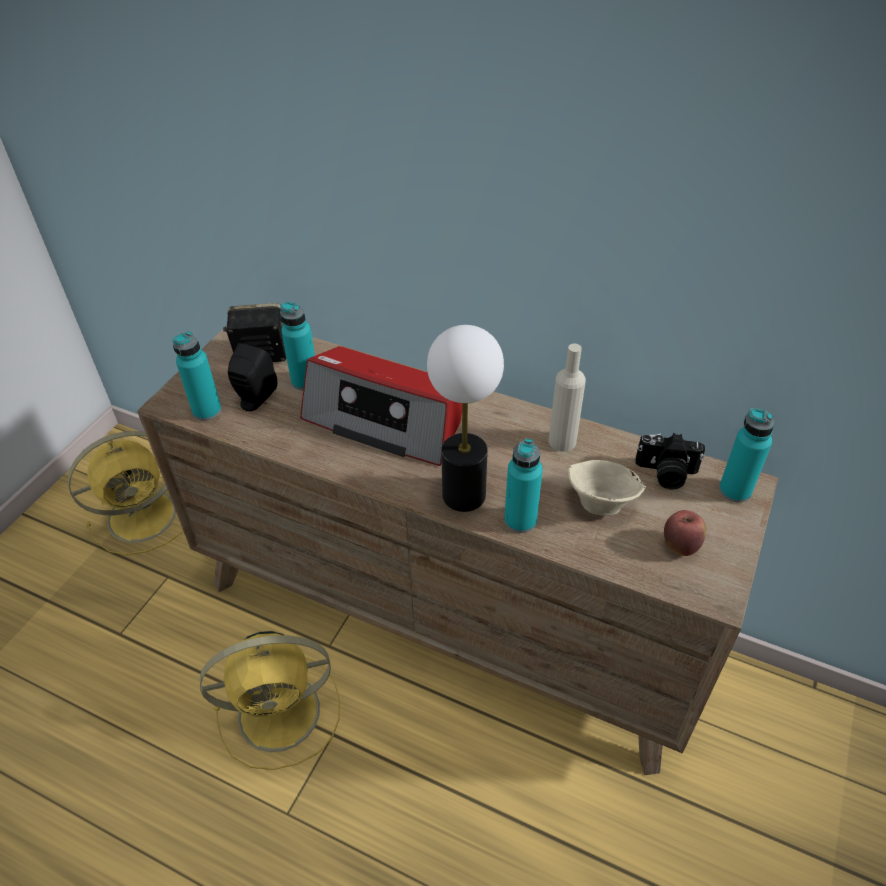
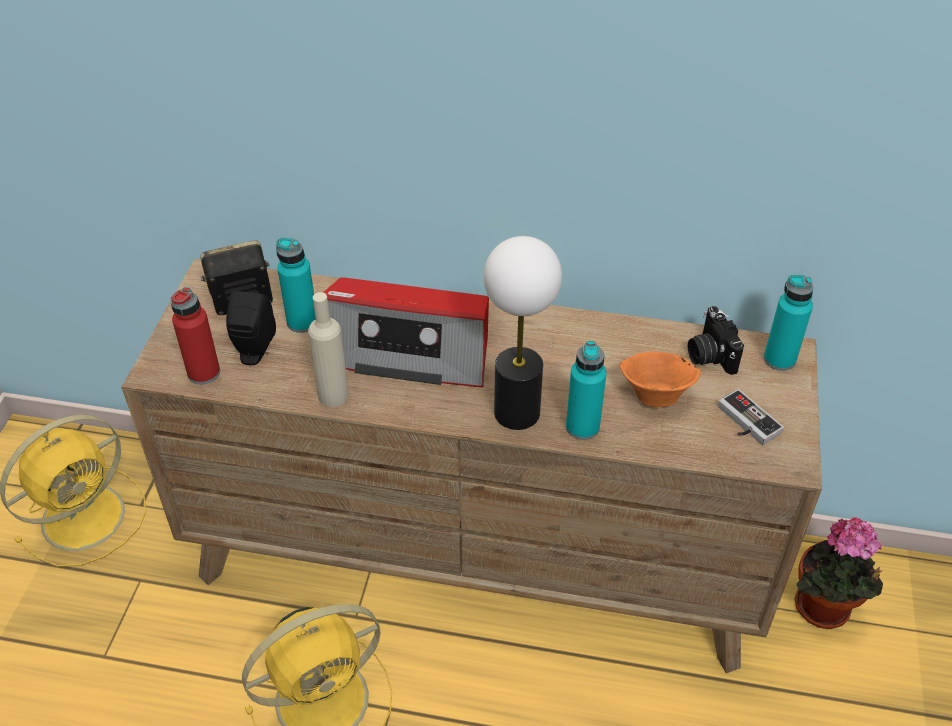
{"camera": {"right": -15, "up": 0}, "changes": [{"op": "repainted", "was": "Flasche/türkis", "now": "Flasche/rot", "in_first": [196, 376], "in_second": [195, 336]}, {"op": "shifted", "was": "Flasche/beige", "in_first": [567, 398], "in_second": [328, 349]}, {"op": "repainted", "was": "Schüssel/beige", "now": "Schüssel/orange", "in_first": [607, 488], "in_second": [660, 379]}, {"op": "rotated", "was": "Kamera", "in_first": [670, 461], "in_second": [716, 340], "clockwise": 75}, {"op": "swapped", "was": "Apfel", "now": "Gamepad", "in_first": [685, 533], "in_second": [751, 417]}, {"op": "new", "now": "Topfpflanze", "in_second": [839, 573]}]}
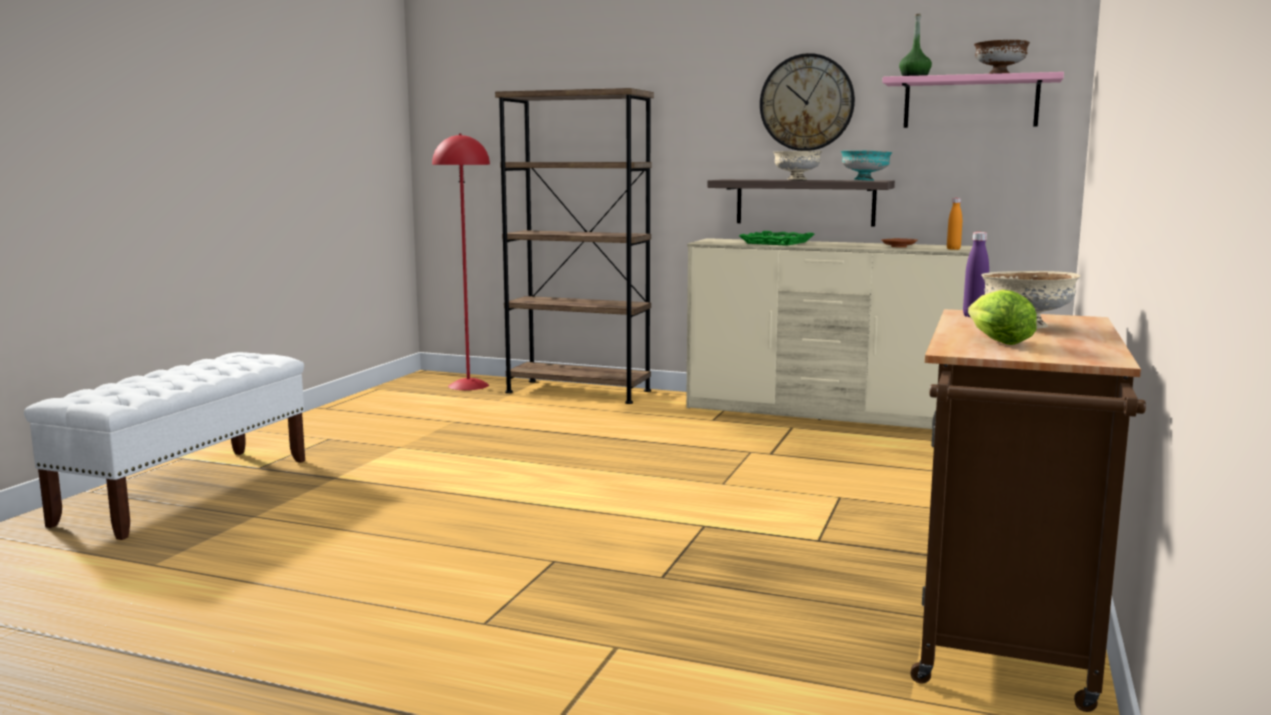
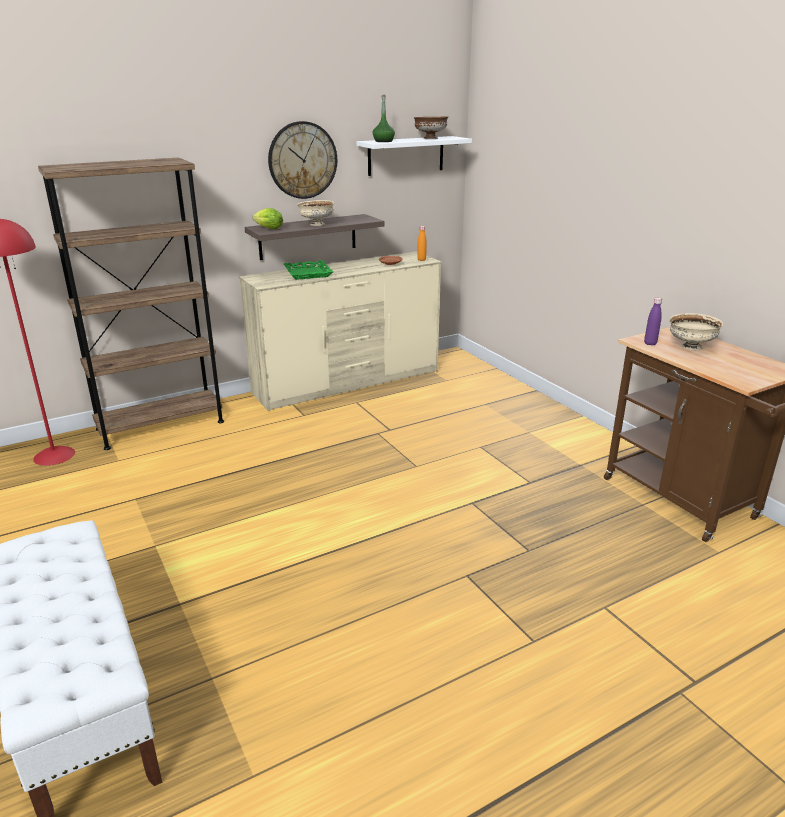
{"camera": {"right": -50, "up": 15}, "changes": [{"op": "gone", "was": "Schüssel/türkis", "in_first": [866, 166]}, {"op": "repainted", "was": "Wandregal/rosa", "now": "Wandregal/weiß", "in_first": [973, 100], "in_second": [414, 156]}, {"op": "shifted", "was": "Salatkopf", "in_first": [1002, 317], "in_second": [267, 218]}]}
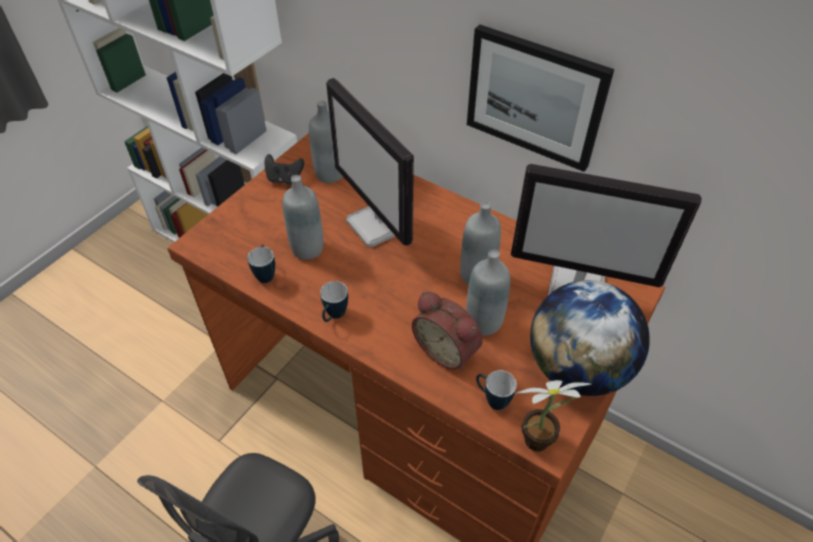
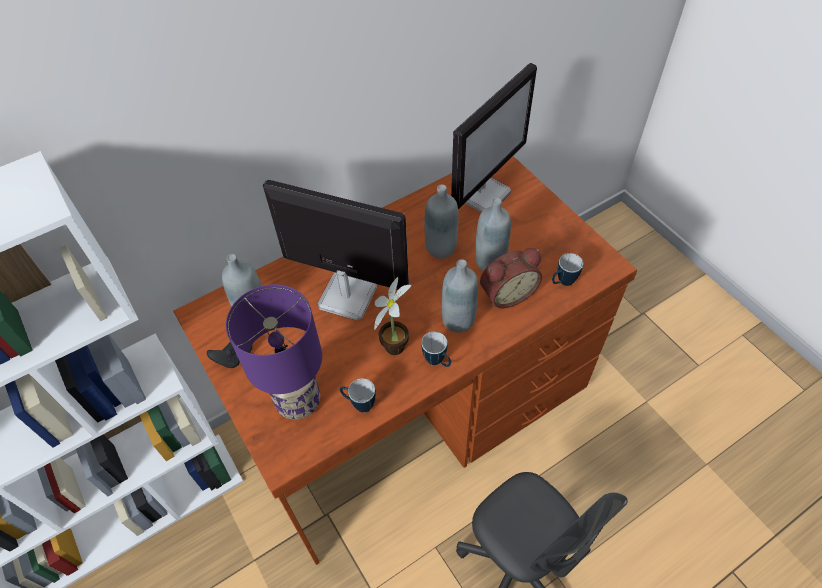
{"camera": {"right": -65, "up": 5}, "changes": [{"op": "shifted", "was": "Flasche/grau", "in_first": [303, 217], "in_second": [460, 296]}, {"op": "rotated", "was": "Monitor", "in_first": [370, 162], "in_second": [336, 250], "clockwise": -150}, {"op": "gone", "was": "Bild", "in_first": [540, 98]}, {"op": "shifted", "was": "Topfpflanze", "in_first": [553, 415], "in_second": [393, 316]}, {"op": "gone", "was": "Globus", "in_first": [590, 338]}, {"op": "new", "now": "Tischlampe/lila", "in_second": [274, 351]}]}
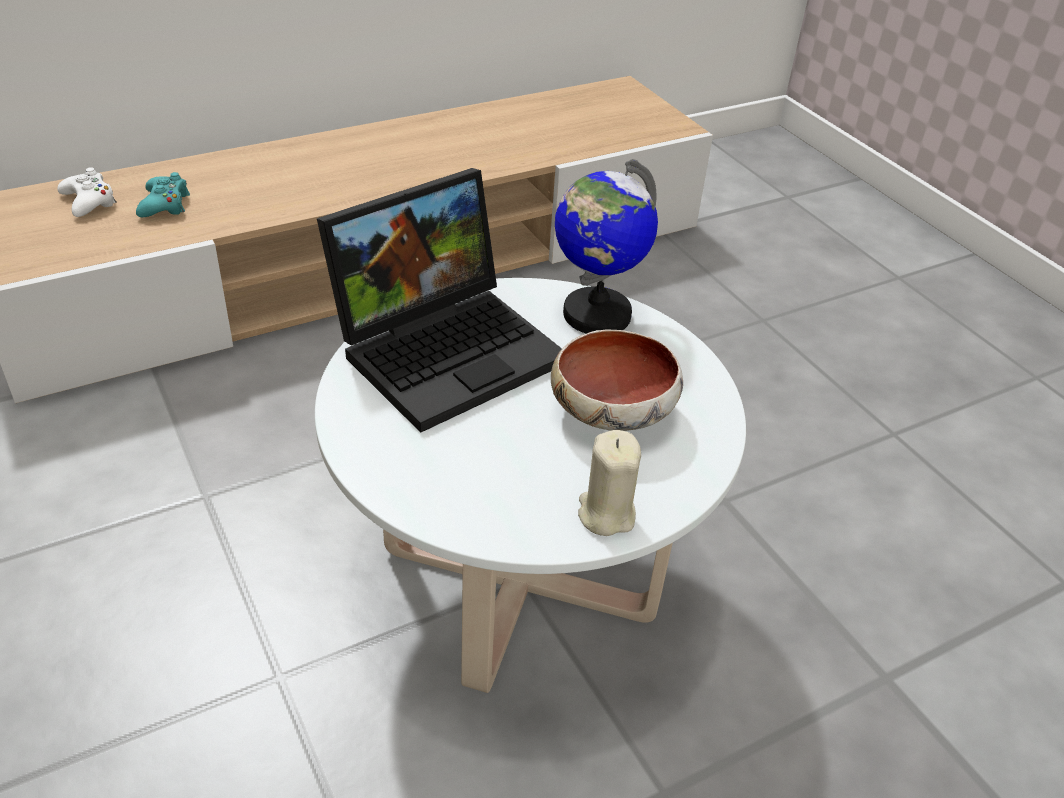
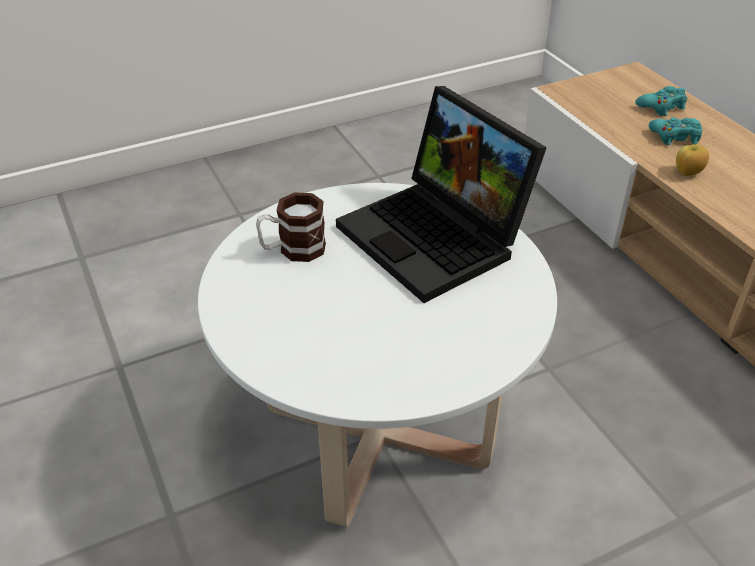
{"camera": {"right": 95, "up": 0}, "changes": [{"op": "repainted", "was": "Gamepad/weiß", "now": "Gamepad/türkis", "in_first": [87, 192], "in_second": [661, 101]}, {"op": "gone", "was": "Schüssel", "in_first": [617, 380]}, {"op": "gone", "was": "Globus", "in_first": [606, 246]}, {"op": "gone", "was": "Kerze/beige", "in_first": [609, 483]}, {"op": "new", "now": "Henkelbecher", "in_second": [291, 227]}, {"op": "new", "now": "Apfel", "in_second": [692, 160]}]}
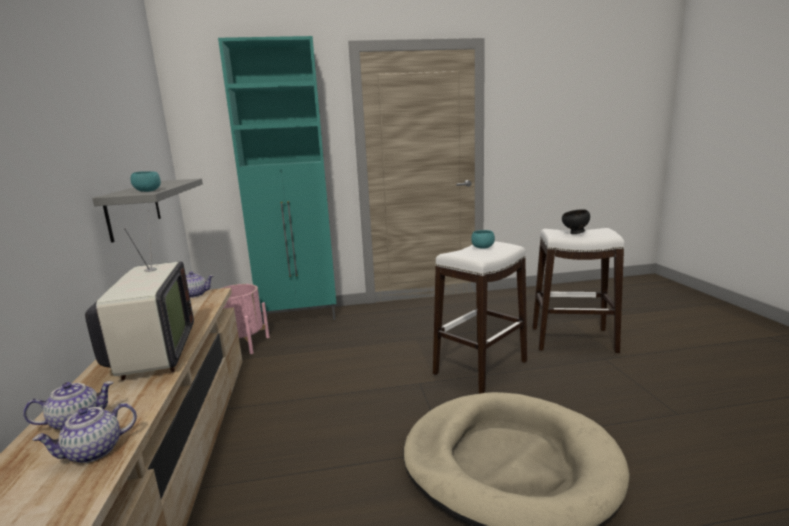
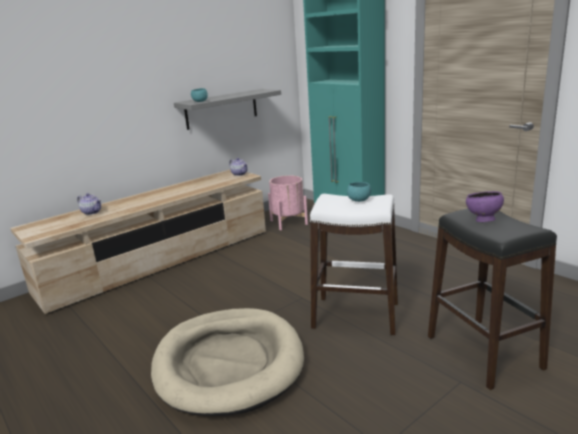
{"camera": {"right": 60, "up": 5}, "changes": [{"op": "gone", "was": "Teekanne", "in_first": [85, 433]}, {"op": "gone", "was": "Fernseher", "in_first": [139, 295]}, {"op": "repainted", "was": "Hocker/weiß", "now": "Hocker/schwarz", "in_first": [578, 290], "in_second": [492, 299]}, {"op": "repainted", "was": "Schüssel/schwarz", "now": "Schüssel/lila", "in_first": [576, 221], "in_second": [485, 206]}]}
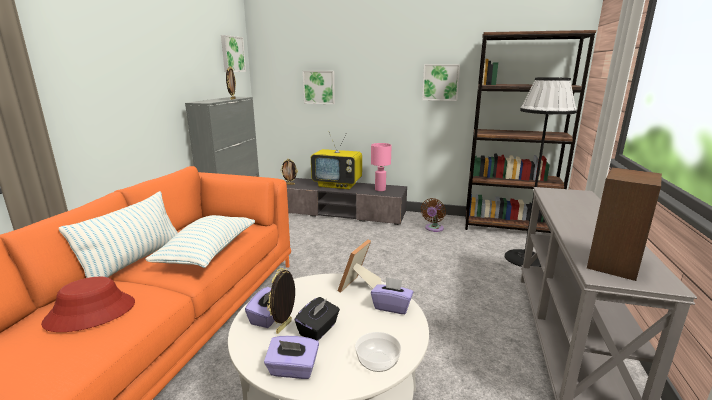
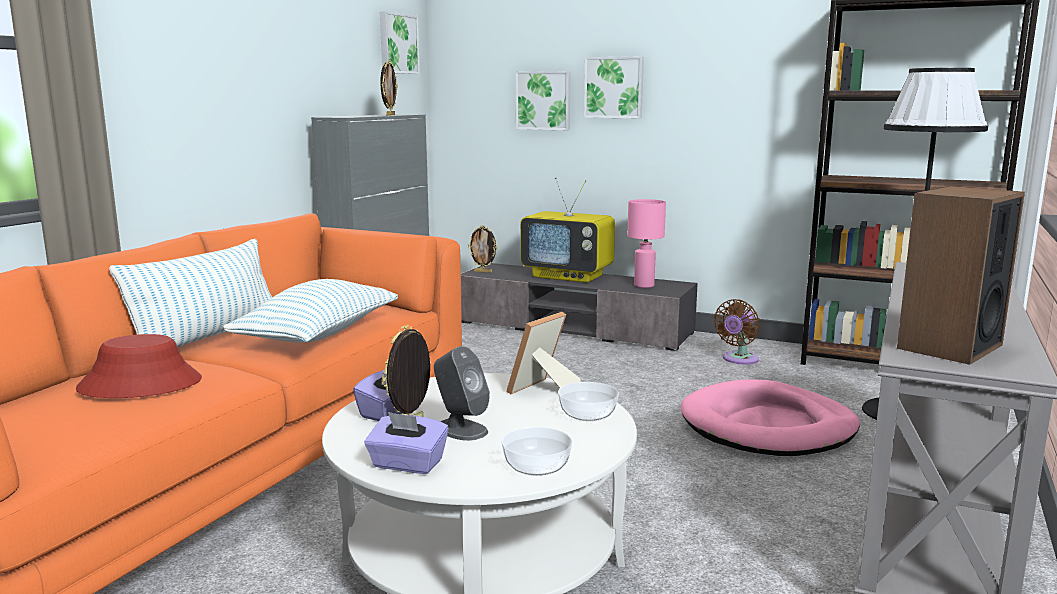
{"camera": {"right": 10, "up": -5}, "changes": [{"op": "swapped", "was": "Taschentuchbox/schwarz", "now": "Lautsprecher/grau", "in_first": [317, 319], "in_second": [462, 393]}, {"op": "swapped", "was": "Taschentuchbox/lila", "now": "Schüssel", "in_first": [392, 295], "in_second": [588, 401]}, {"op": "shifted", "was": "Bild", "in_first": [441, 82], "in_second": [614, 87]}, {"op": "new", "now": "Hundebett/rosa", "in_second": [770, 417]}]}
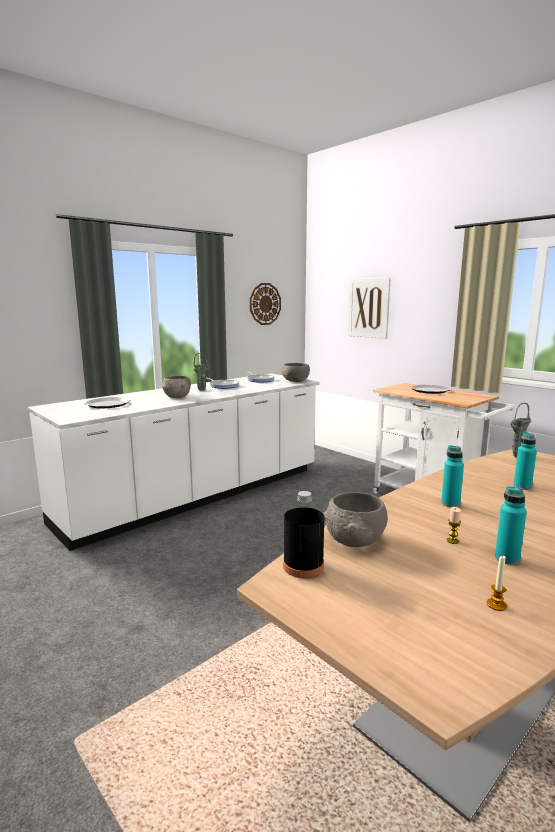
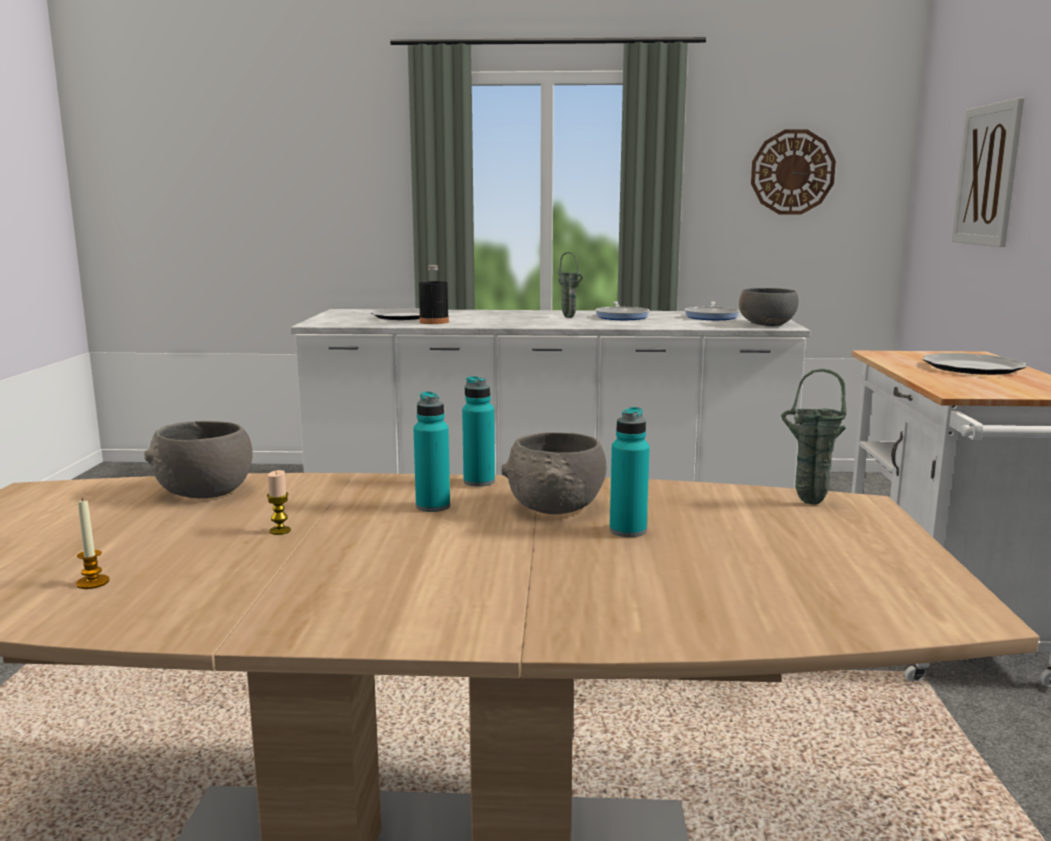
{"camera": {"right": 45, "up": 0}, "changes": [{"op": "shifted", "was": "Schüssel/grau", "in_first": [176, 387], "in_second": [554, 473]}, {"op": "shifted", "was": "Flasche/schwarz", "in_first": [303, 534], "in_second": [434, 294]}, {"op": "shifted", "was": "Flasche/türkis", "in_first": [511, 526], "in_second": [478, 431]}]}
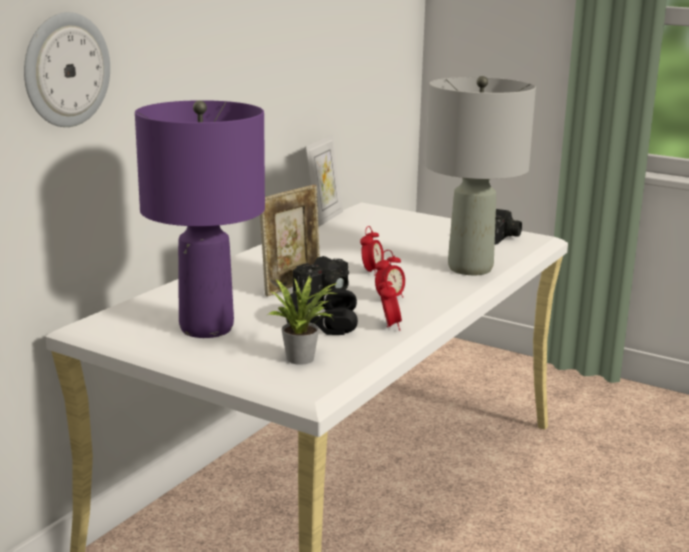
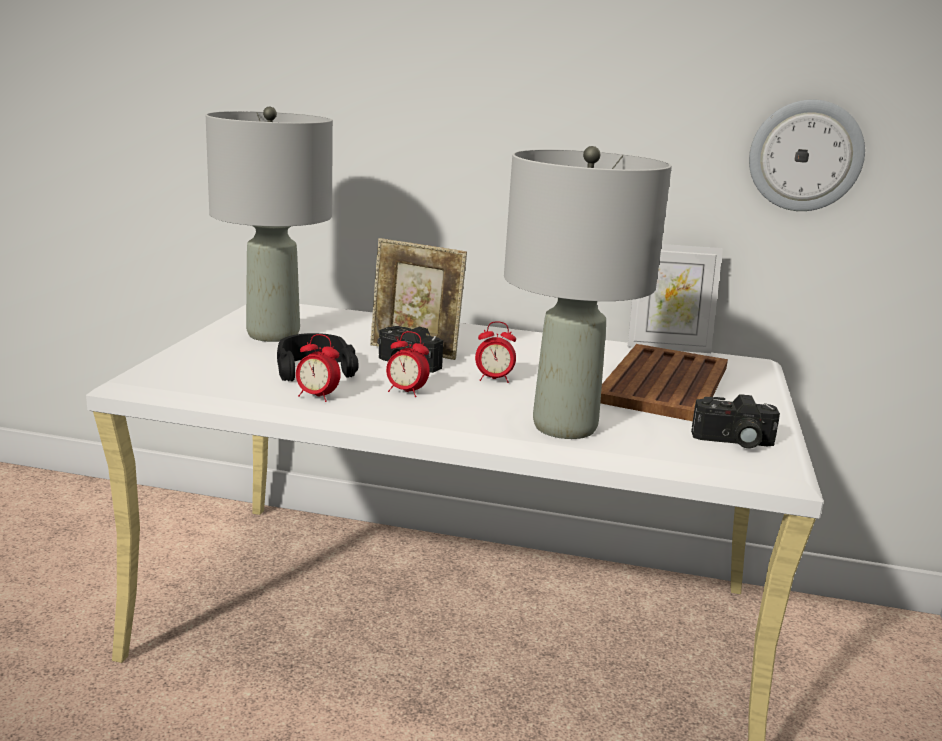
{"camera": {"right": 70, "up": 0}, "changes": [{"op": "shifted", "was": "Wanduhr", "in_first": [67, 69], "in_second": [807, 155]}, {"op": "repainted", "was": "Tischlampe/lila", "now": "Tischlampe/grau", "in_first": [200, 219], "in_second": [269, 224]}, {"op": "gone", "was": "Topfpflanze", "in_first": [303, 320]}, {"op": "rotated", "was": "Wecker", "in_first": [390, 303], "in_second": [318, 368], "clockwise": 45}, {"op": "new", "now": "Tablett/braun", "in_second": [664, 382]}]}
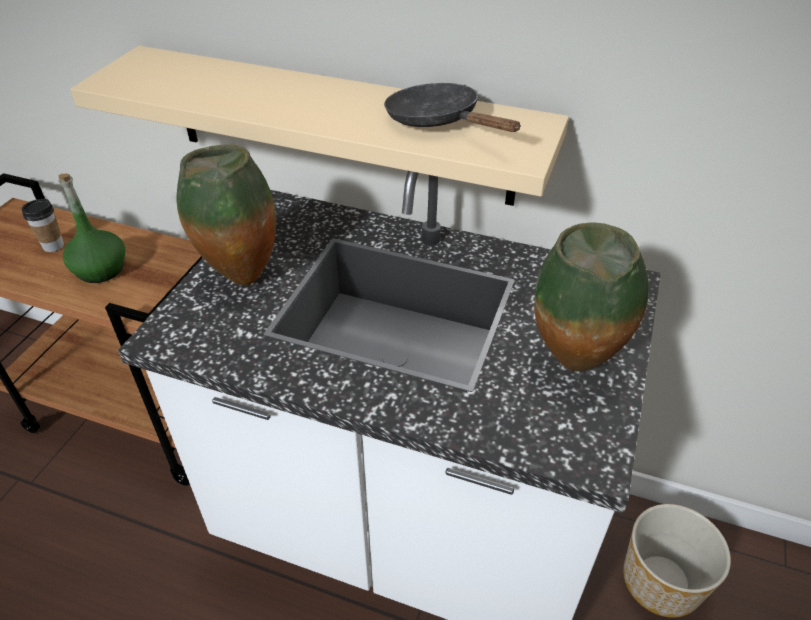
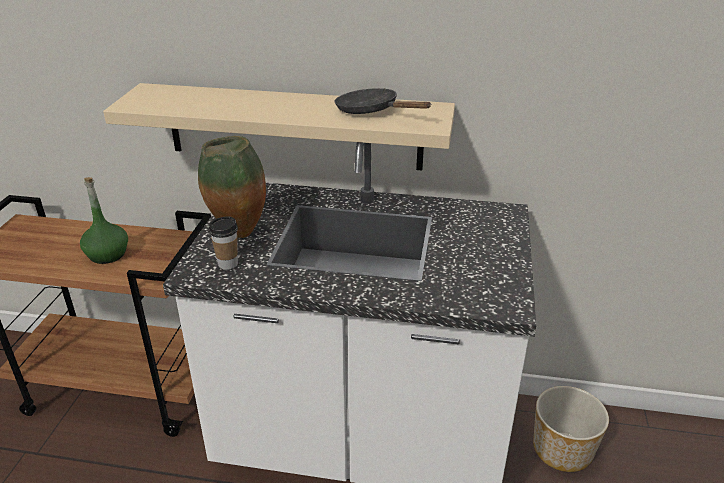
{"camera": {"right": -10, "up": -10}, "changes": [{"op": "shifted", "was": "Tasse", "in_first": [43, 225], "in_second": [223, 243]}, {"op": "gone", "was": "Vase", "in_first": [591, 297]}]}
